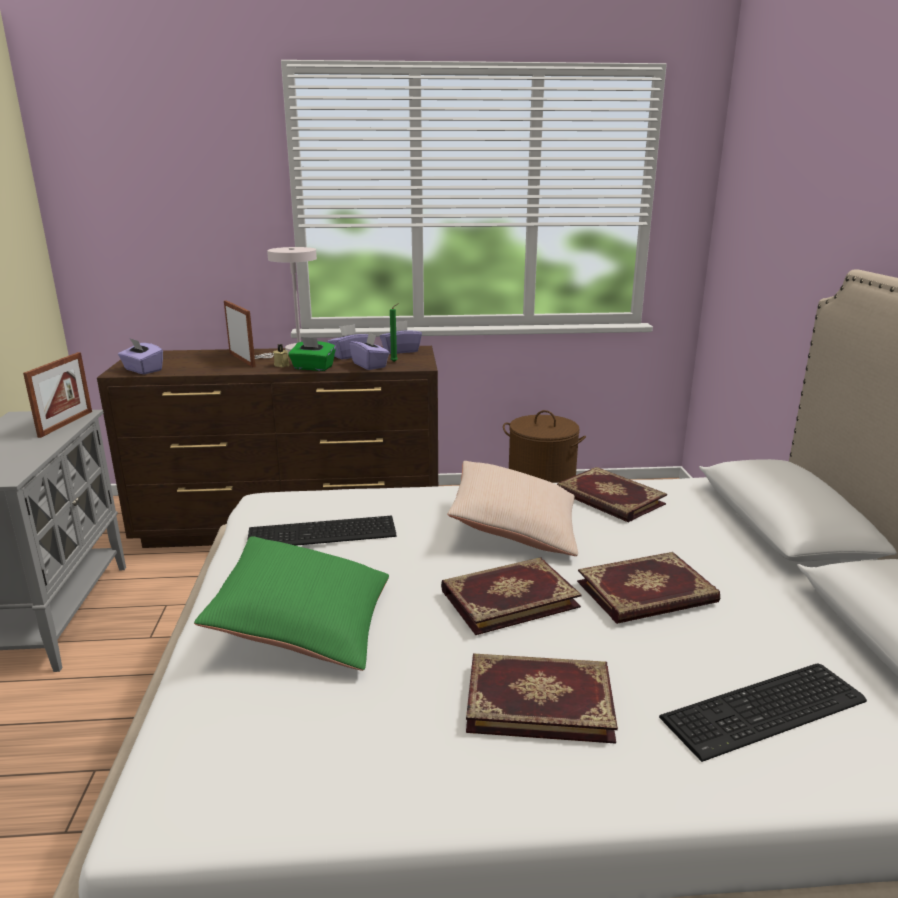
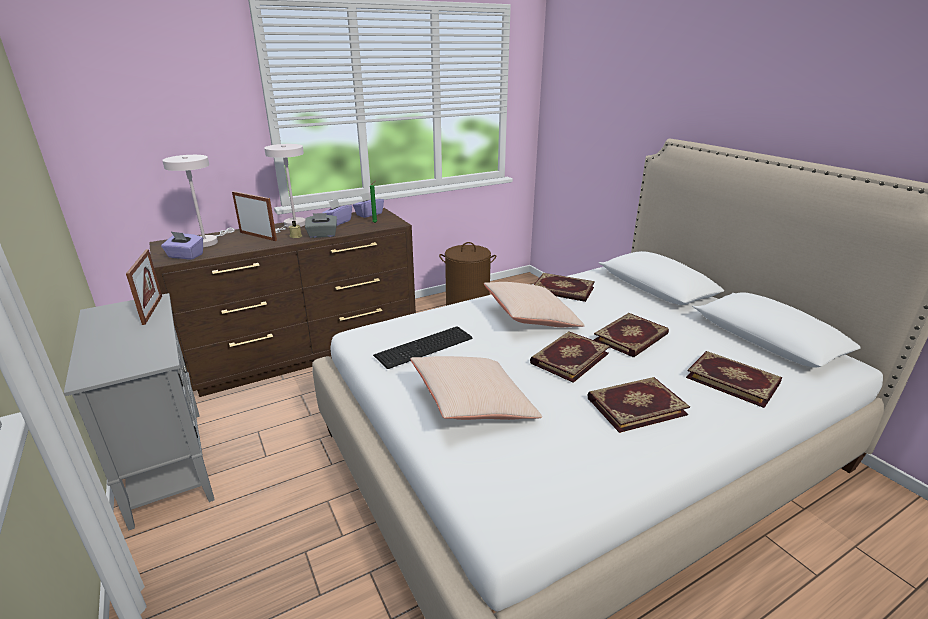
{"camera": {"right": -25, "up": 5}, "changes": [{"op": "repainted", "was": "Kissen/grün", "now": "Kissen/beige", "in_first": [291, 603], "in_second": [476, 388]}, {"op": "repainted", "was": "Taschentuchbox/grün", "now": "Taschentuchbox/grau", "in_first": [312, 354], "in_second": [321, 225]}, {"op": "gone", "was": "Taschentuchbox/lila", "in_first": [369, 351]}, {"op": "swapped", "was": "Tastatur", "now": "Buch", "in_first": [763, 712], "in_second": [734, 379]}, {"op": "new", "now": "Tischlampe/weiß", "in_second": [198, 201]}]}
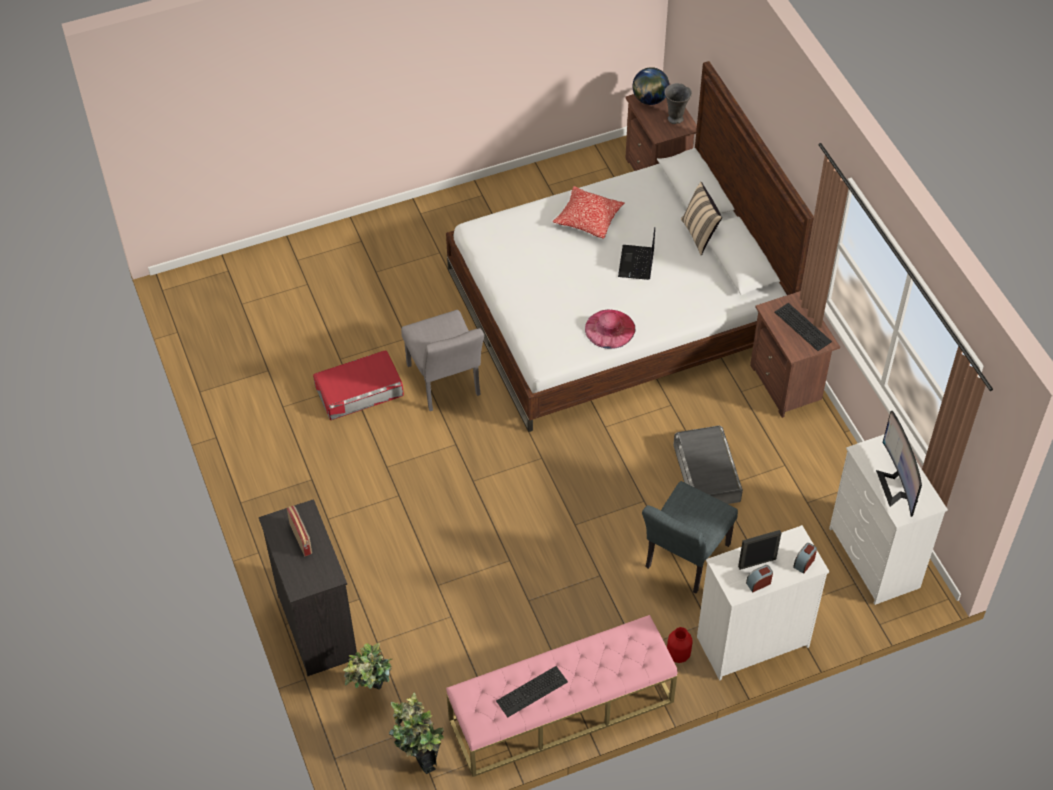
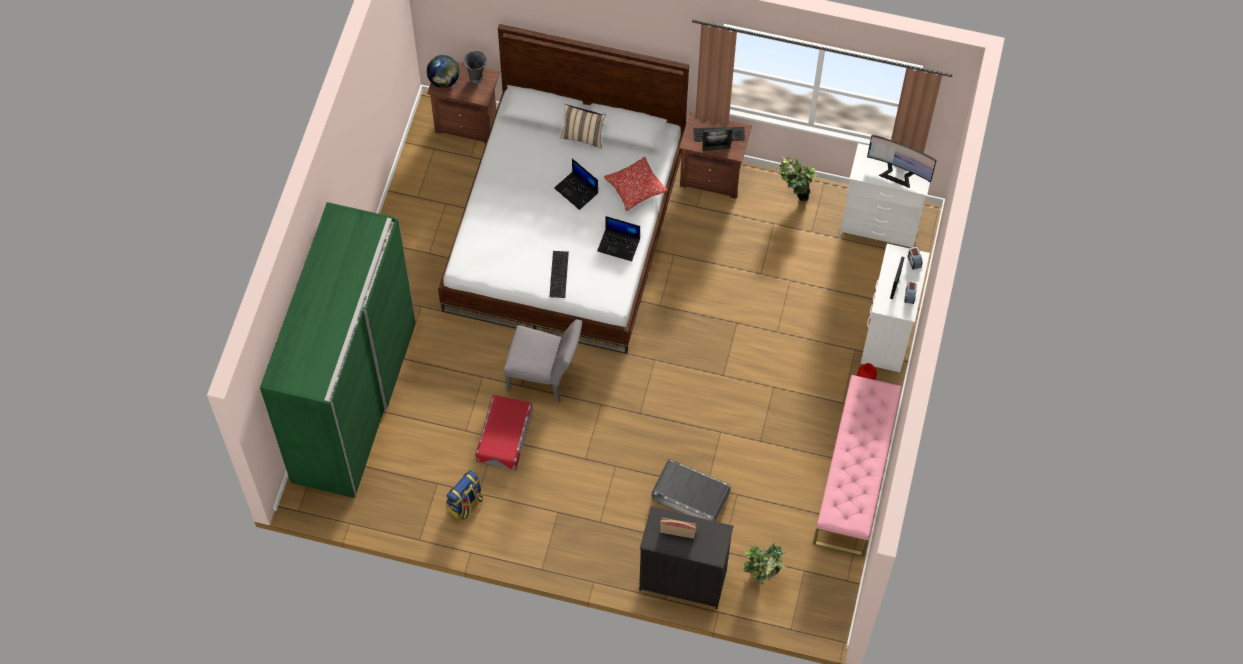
{"camera": {"right": -55, "up": 10}, "changes": [{"op": "shifted", "was": "Topfpflanze", "in_first": [416, 733], "in_second": [798, 178]}, {"op": "shifted", "was": "Tastatur", "in_first": [532, 691], "in_second": [559, 274]}, {"op": "shifted", "was": "Kissen", "in_first": [589, 212], "in_second": [635, 184]}, {"op": "swapped", "was": "Hut/rosa", "now": "Laptop", "in_first": [610, 329], "in_second": [618, 238]}, {"op": "gone", "was": "Stuhl/grau", "in_first": [690, 537]}, {"op": "shifted", "was": "Aufbewahrungsbox/grau", "in_first": [708, 465], "in_second": [691, 490]}, {"op": "new", "now": "Kleiderschrank/grün", "in_second": [338, 350]}, {"op": "new", "now": "Rucksack", "in_second": [464, 495]}, {"op": "new", "now": "Bilderrahmen", "in_second": [717, 139]}]}
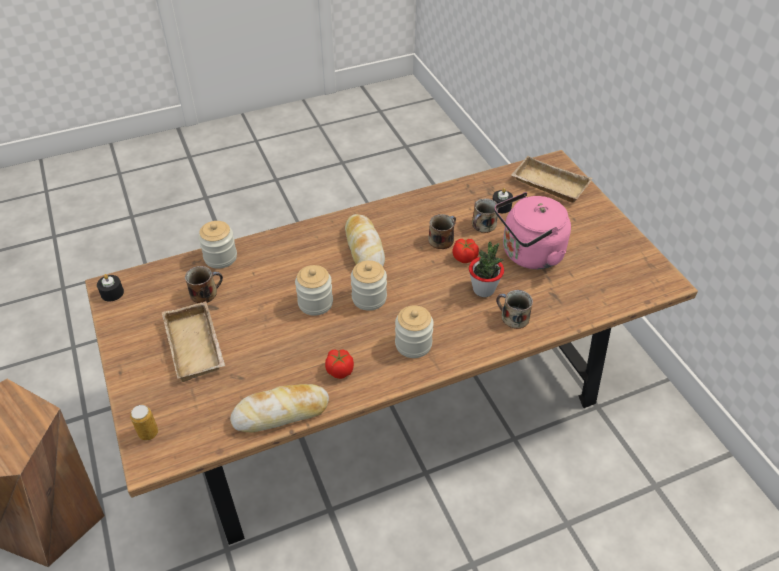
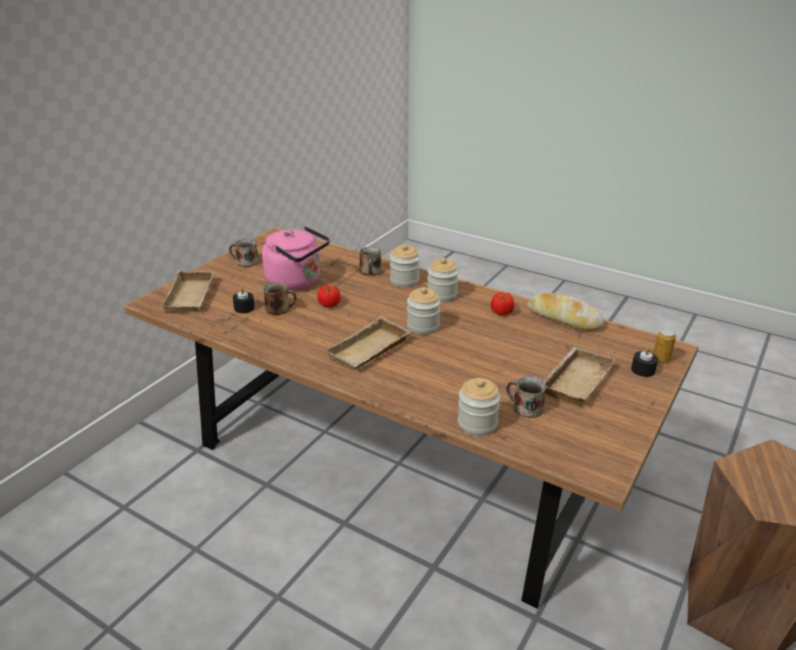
{"camera": {"right": -125, "up": -15}, "changes": [{"op": "shifted", "was": "Kerze/schwarz", "in_first": [110, 287], "in_second": [644, 362]}, {"op": "shifted", "was": "Vorratsglas", "in_first": [314, 290], "in_second": [405, 265]}, {"op": "swapped", "was": "Brot", "now": "Tablett/beige", "in_first": [365, 240], "in_second": [367, 343]}, {"op": "shifted", "was": "Henkelbecher", "in_first": [442, 231], "in_second": [244, 252]}, {"op": "gone", "was": "Topfpflanze", "in_first": [486, 269]}]}
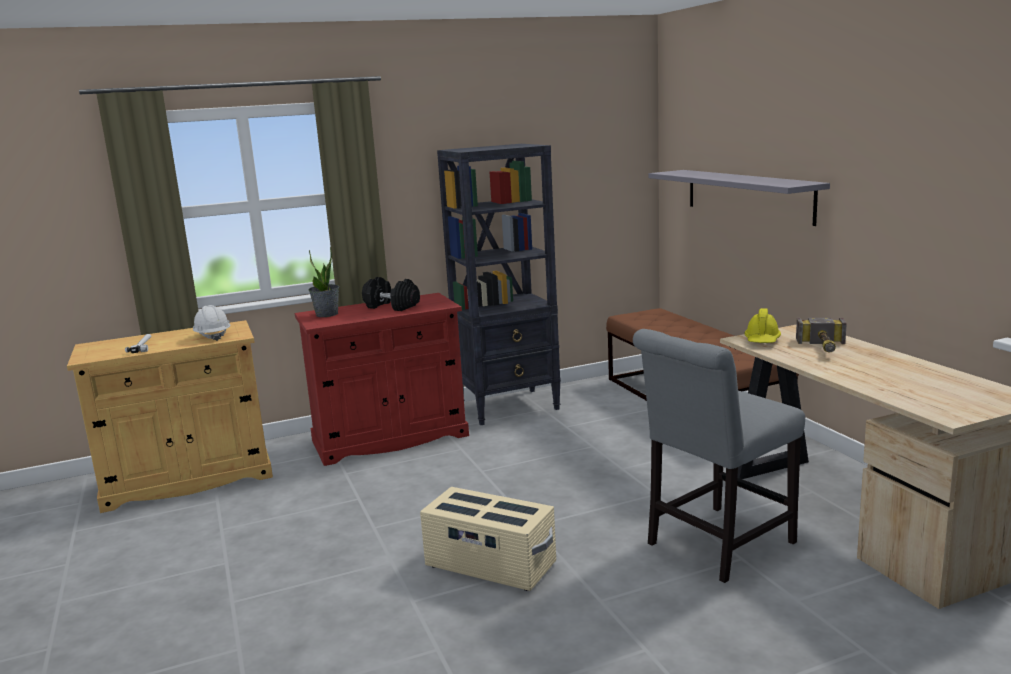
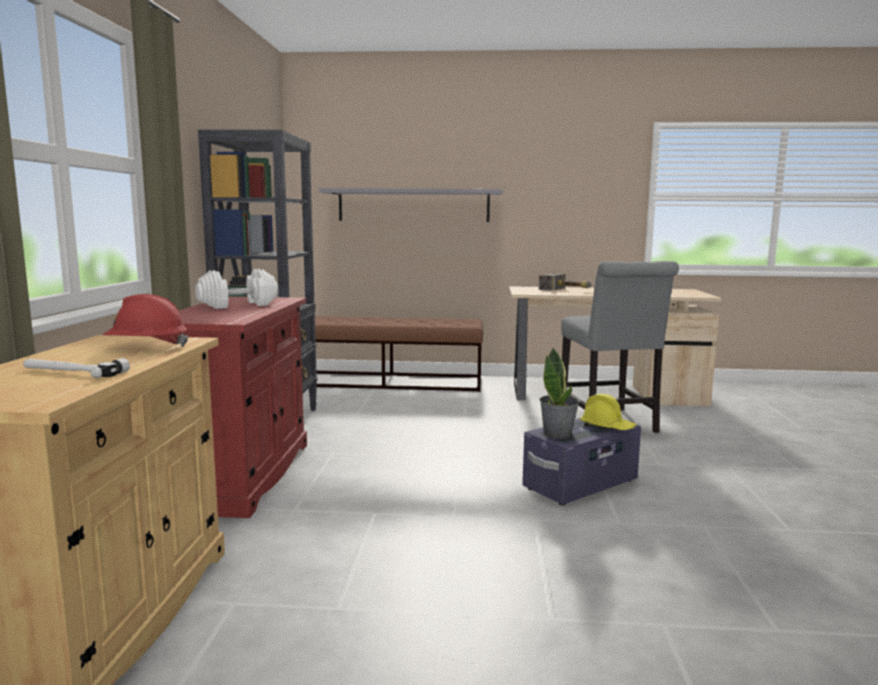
{"camera": {"right": -65, "up": -5}, "changes": [{"op": "repainted", "was": "Schutzhelm/weiß", "now": "Schutzhelm/rot", "in_first": [212, 323], "in_second": [146, 320]}, {"op": "shifted", "was": "Topfpflanze", "in_first": [323, 281], "in_second": [559, 393]}, {"op": "repainted", "was": "Hantel/schwarz", "now": "Hantel/weiß", "in_first": [391, 294], "in_second": [236, 289]}, {"op": "repainted", "was": "Aufbewahrungsbox/beige", "now": "Aufbewahrungsbox/lila", "in_first": [488, 539], "in_second": [581, 461]}, {"op": "shifted", "was": "Schutzhelm/gelb", "in_first": [763, 325], "in_second": [608, 412]}]}
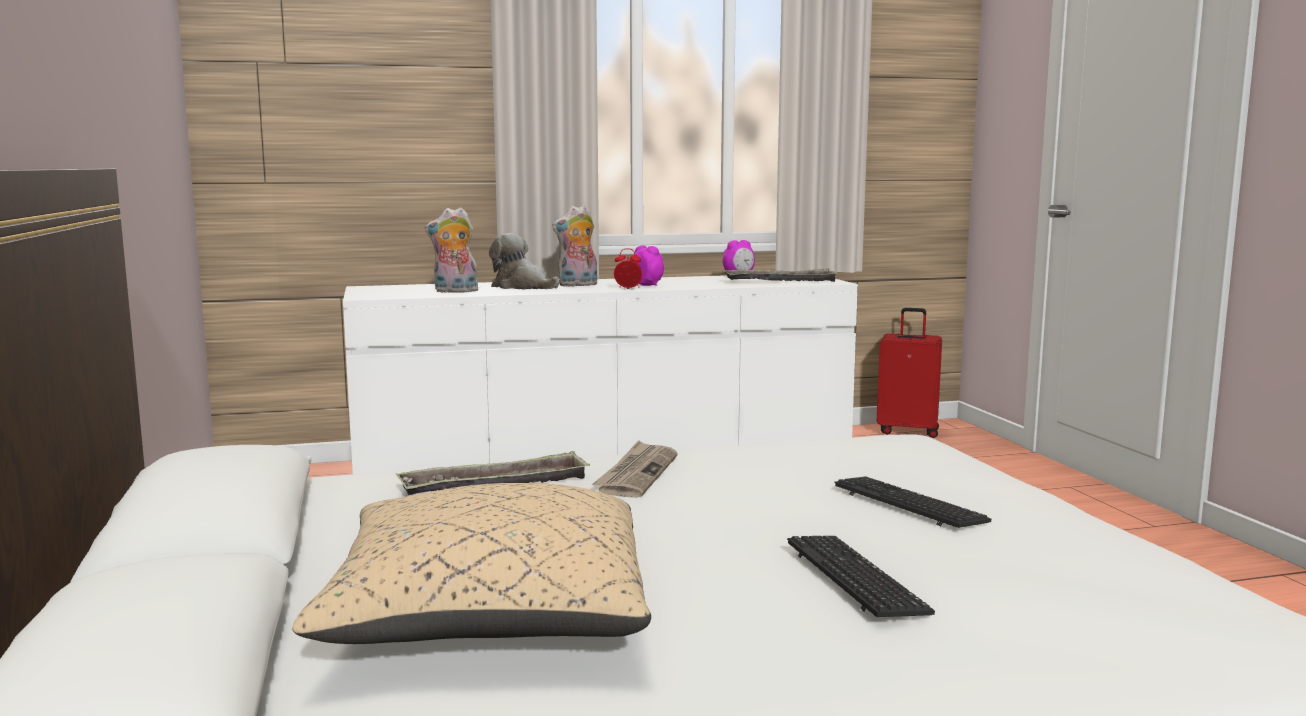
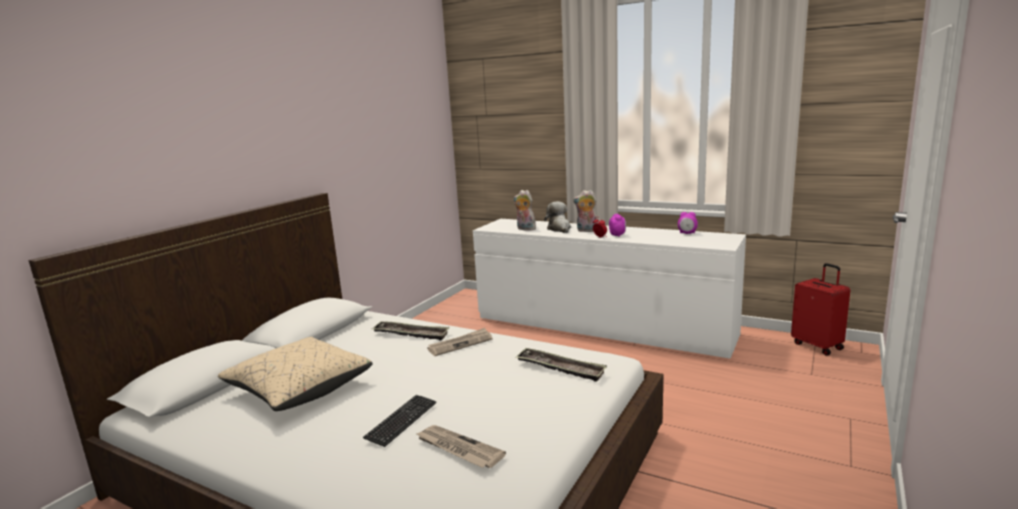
{"camera": {"right": 45, "up": 5}, "changes": [{"op": "shifted", "was": "Tablett", "in_first": [781, 275], "in_second": [561, 365]}, {"op": "gone", "was": "Tastatur", "in_first": [912, 502]}, {"op": "new", "now": "Zeitung", "in_second": [460, 446]}]}
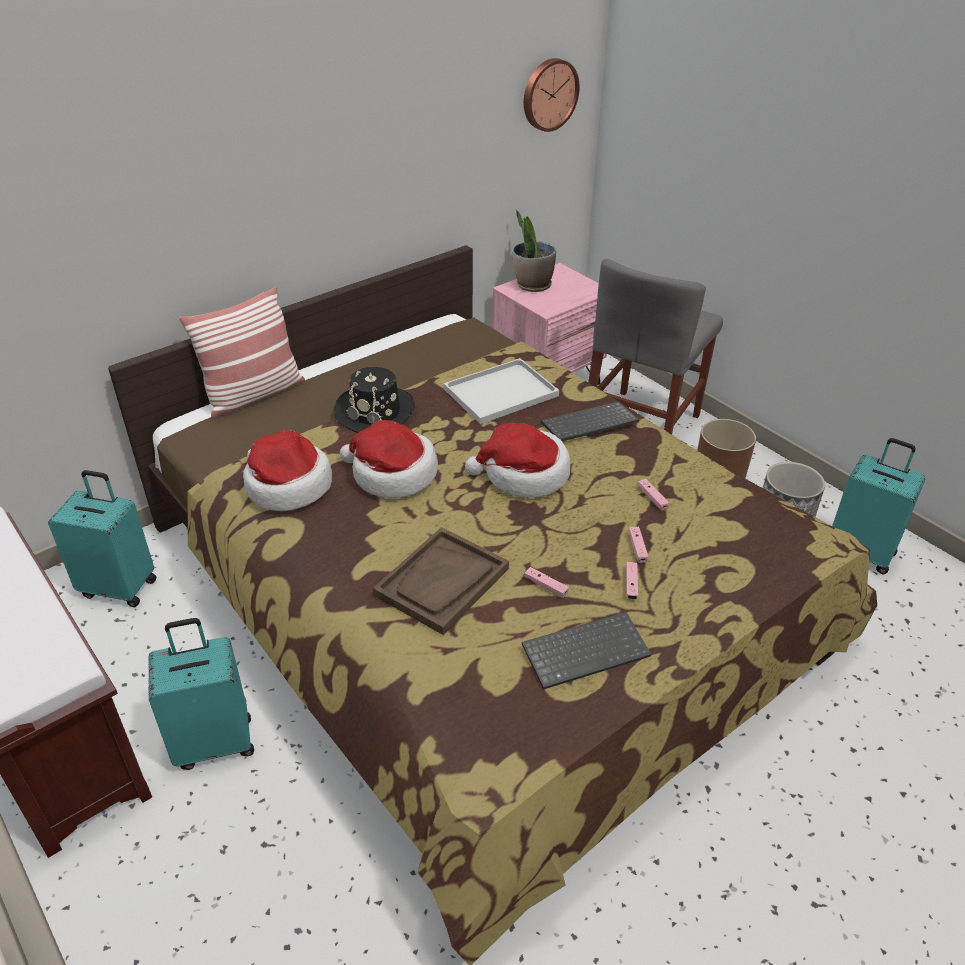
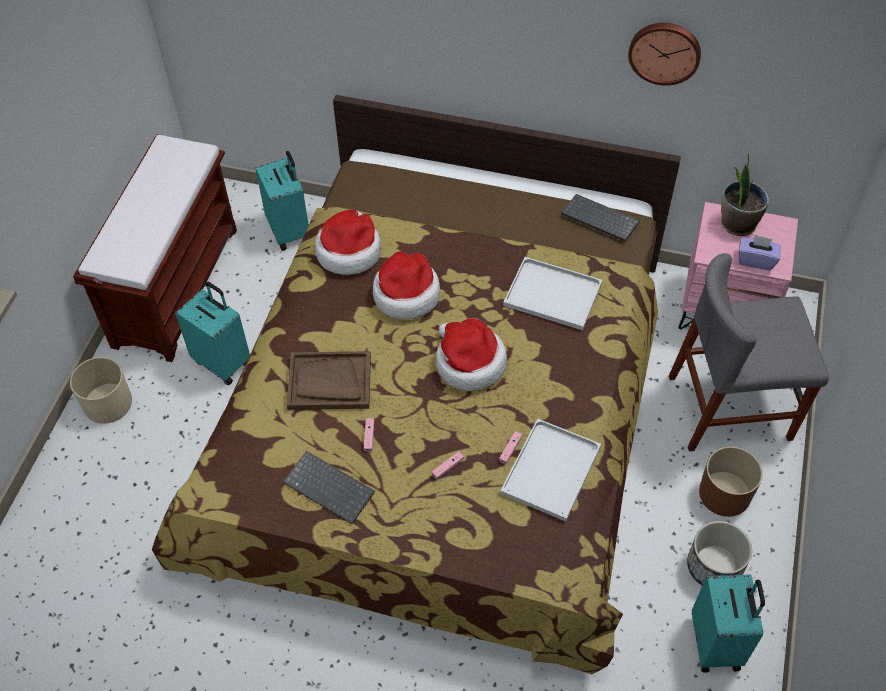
{"camera": {"right": 55, "up": 15}, "changes": [{"op": "gone", "was": "Kissen", "in_first": [242, 352]}, {"op": "gone", "was": "Hut/schwarz", "in_first": [374, 400]}, {"op": "shifted", "was": "Wanduhr", "in_first": [552, 95], "in_second": [664, 54]}, {"op": "shifted", "was": "Tastatur", "in_first": [590, 421], "in_second": [600, 217]}, {"op": "gone", "was": "Gamepad/rosa", "in_first": [632, 581]}, {"op": "new", "now": "Pflanzkübel/beige", "in_second": [101, 390]}, {"op": "new", "now": "Tablett/weiß", "in_second": [550, 470]}, {"op": "new", "now": "Taschentuchbox/lila", "in_second": [759, 252]}]}
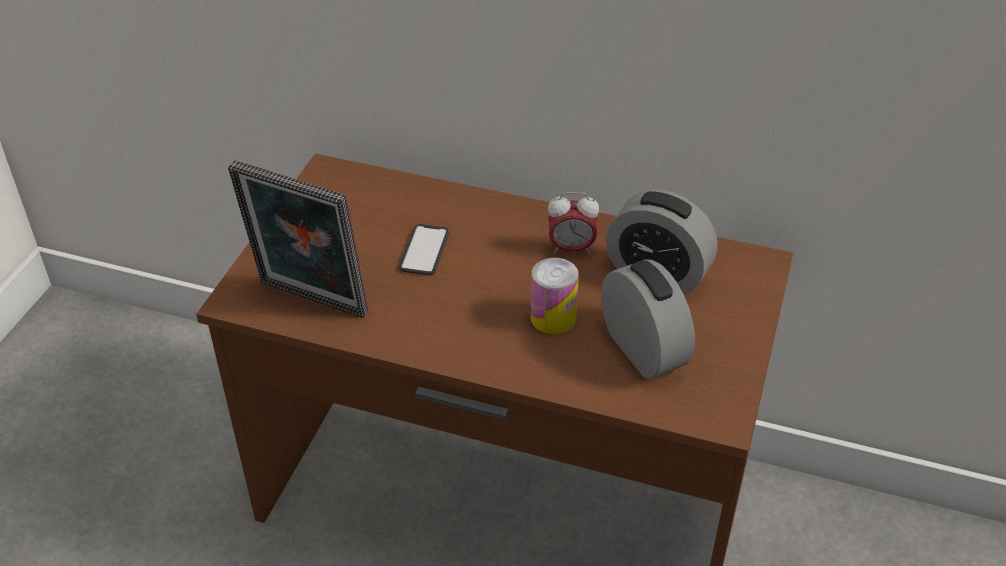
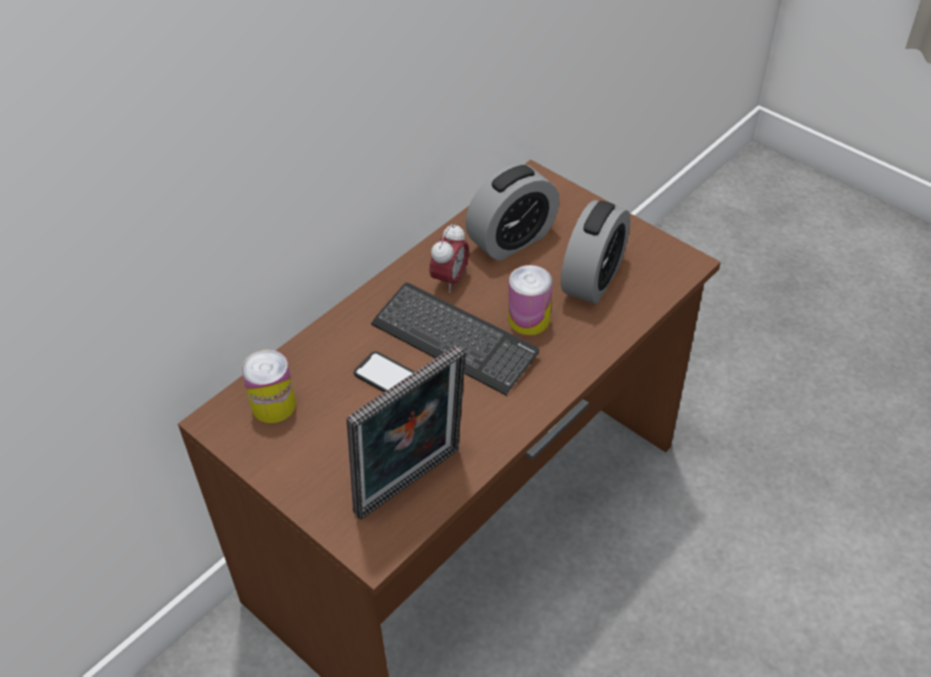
{"camera": {"right": -65, "up": 5}, "changes": [{"op": "rotated", "was": "Wecker", "in_first": [648, 319], "in_second": [595, 252], "clockwise": 120}, {"op": "new", "now": "Dose", "in_second": [268, 386]}, {"op": "new", "now": "Tastatur", "in_second": [455, 339]}]}
